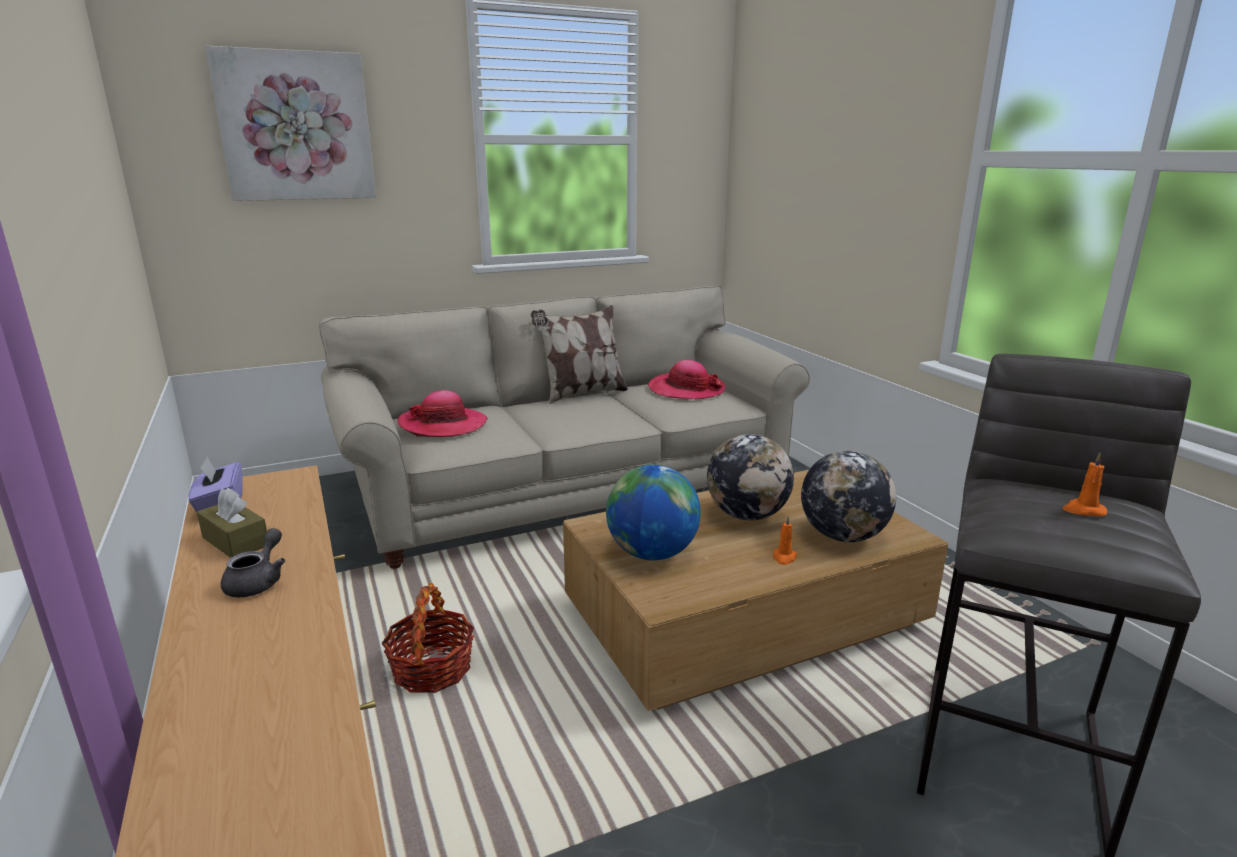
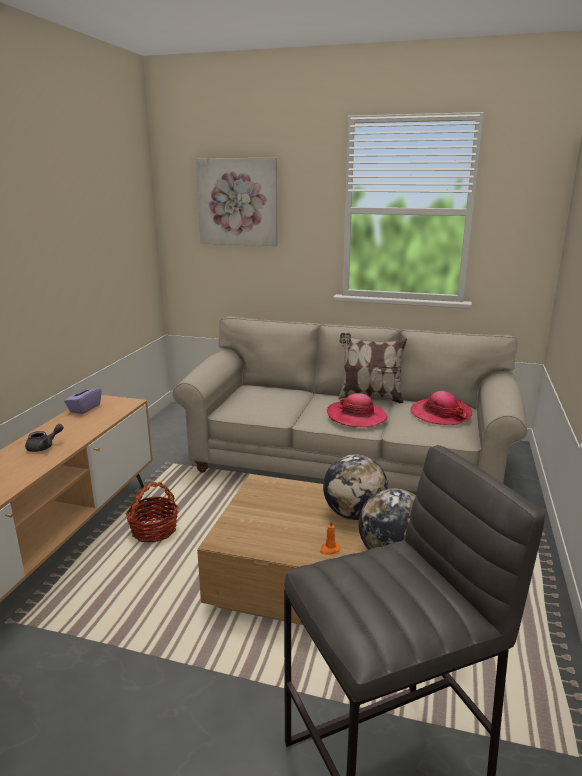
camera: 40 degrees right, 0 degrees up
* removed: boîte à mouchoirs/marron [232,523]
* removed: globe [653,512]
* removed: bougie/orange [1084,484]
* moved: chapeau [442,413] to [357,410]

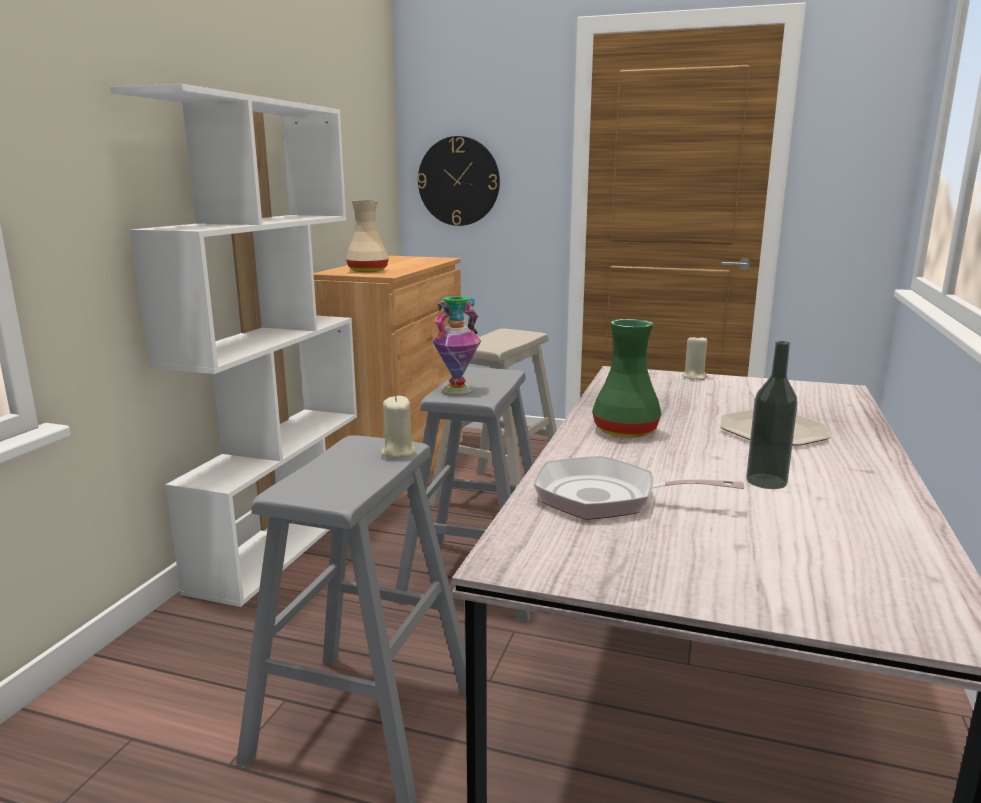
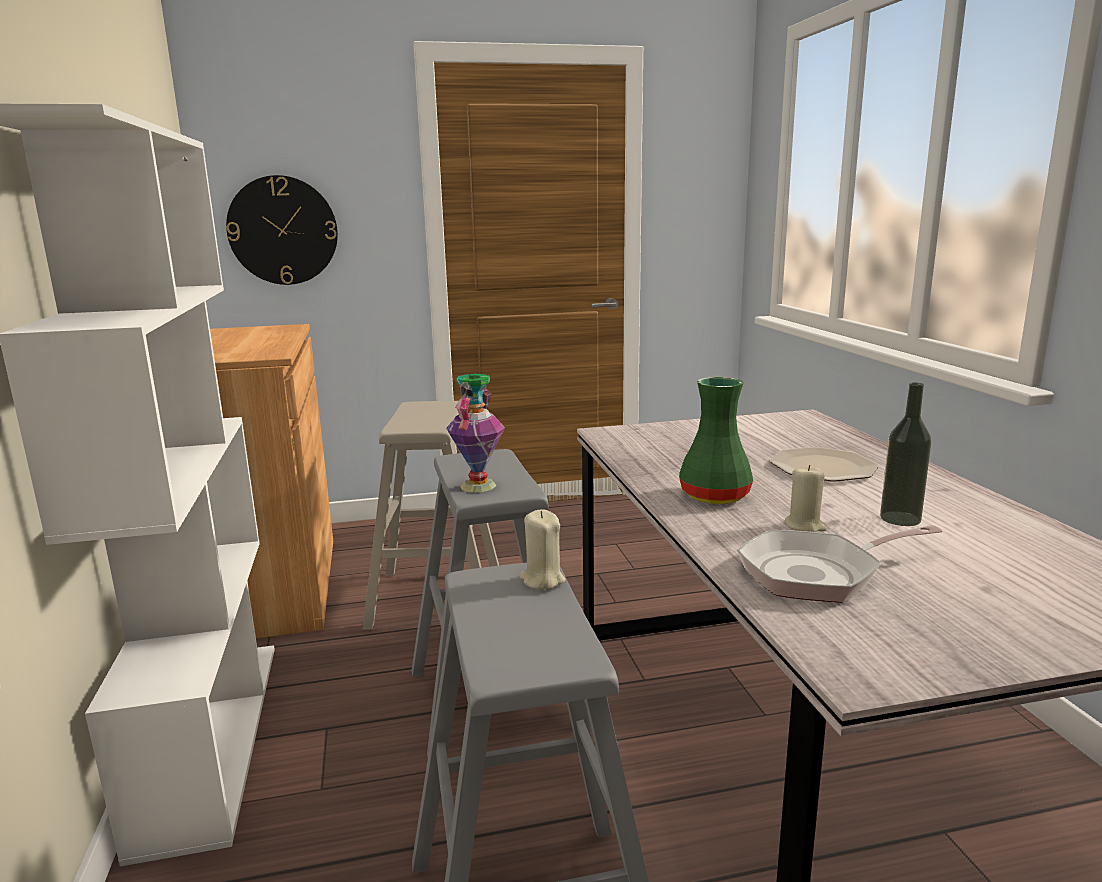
camera: 30 degrees left, 0 degrees up
* removed: vase/beige [367,236]
* moved: bougie/beige [694,357] to [806,498]

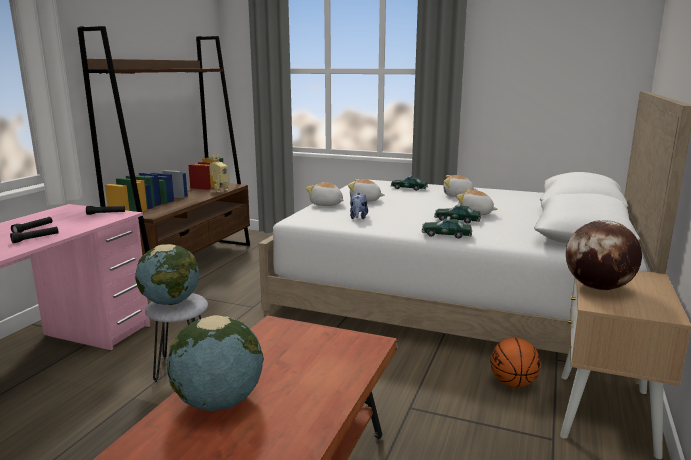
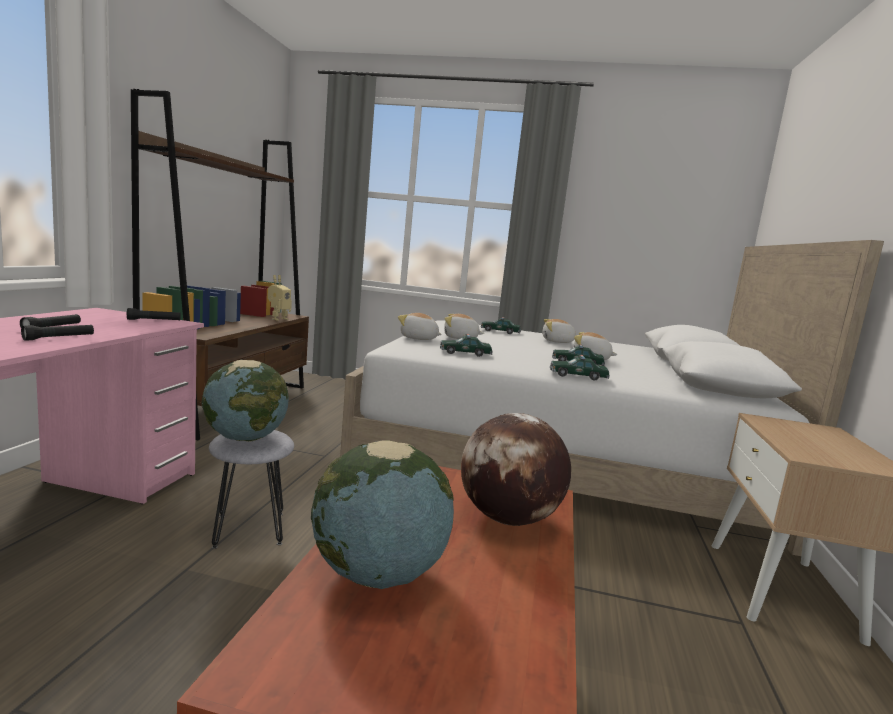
camera: 10 degrees left, 5 degrees down
* removed: ballon de basket [515,362]
* moved: globe [604,255] to [516,469]
* replaced: peluche [359,206] to petite voiture [466,345]

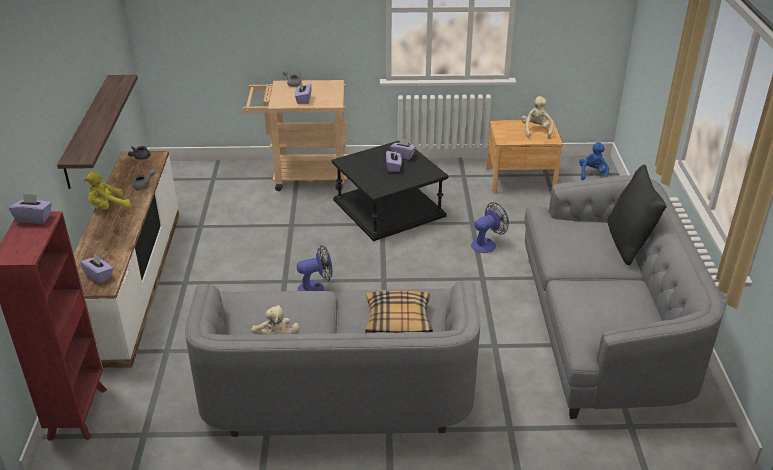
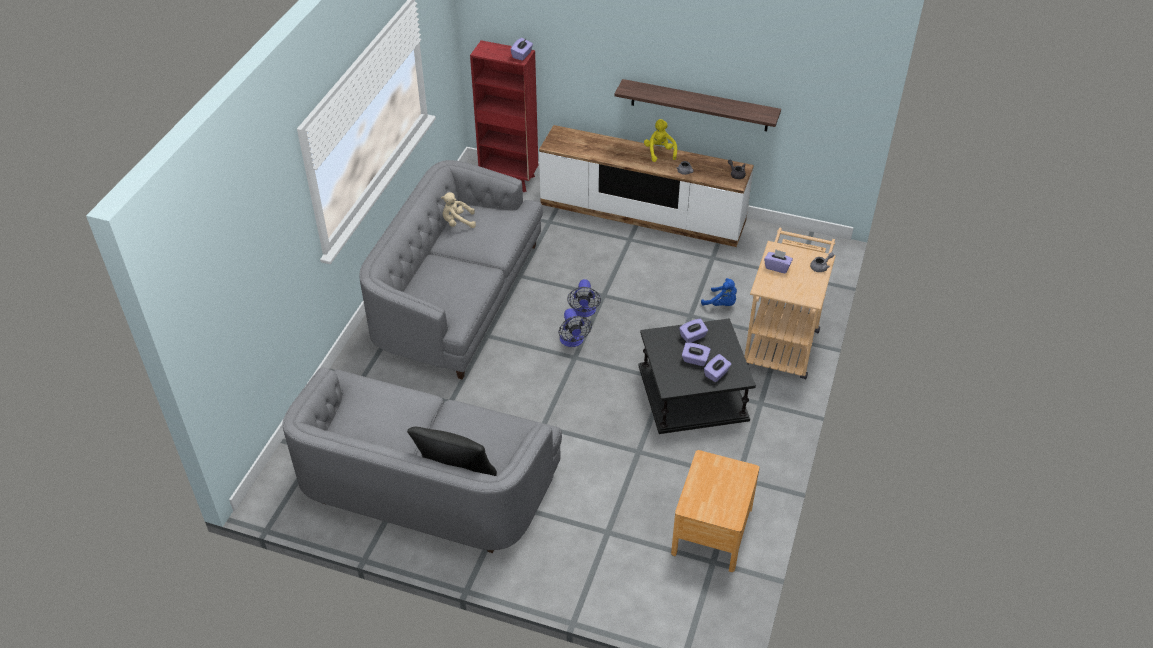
camera: 110 degrees right, 10 degrees up
* removed: coussin [399,312]
* removed: peluche/beige [537,117]
* moved: boîte à mouchoirs/violet [96,269] to [693,331]
* moved: ventilateur [490,227] to [575,327]
* moved: peluche/bleu [594,161] to [719,292]

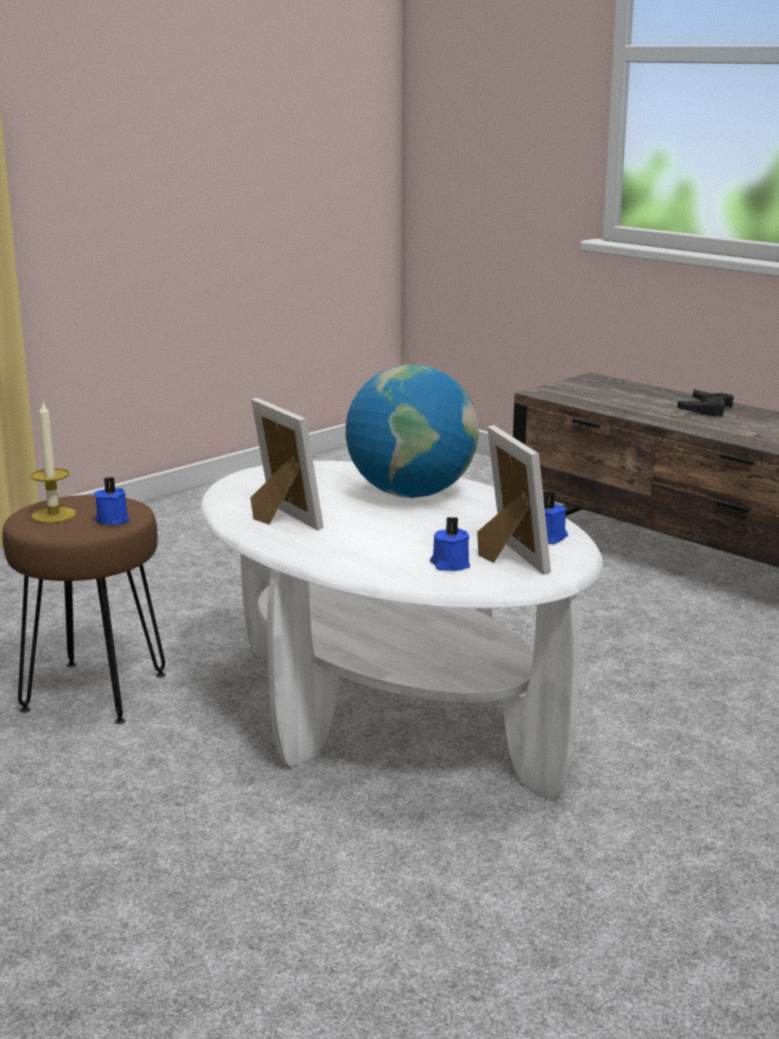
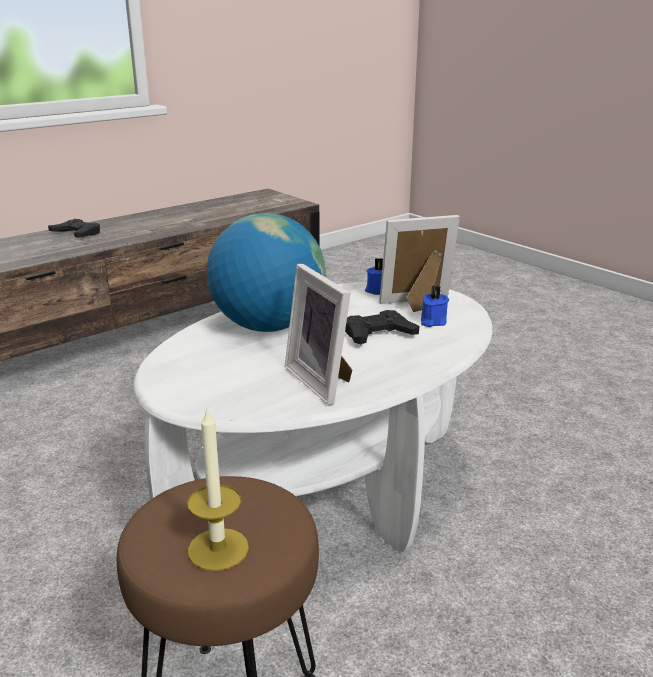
camera: 85 degrees left, 5 degrees up
* removed: bougie/bleu [112,501]
* added: manette/noir [382,327]
* turned: cadre photo [287,464] = [319,334] 90 degrees counterclockwise

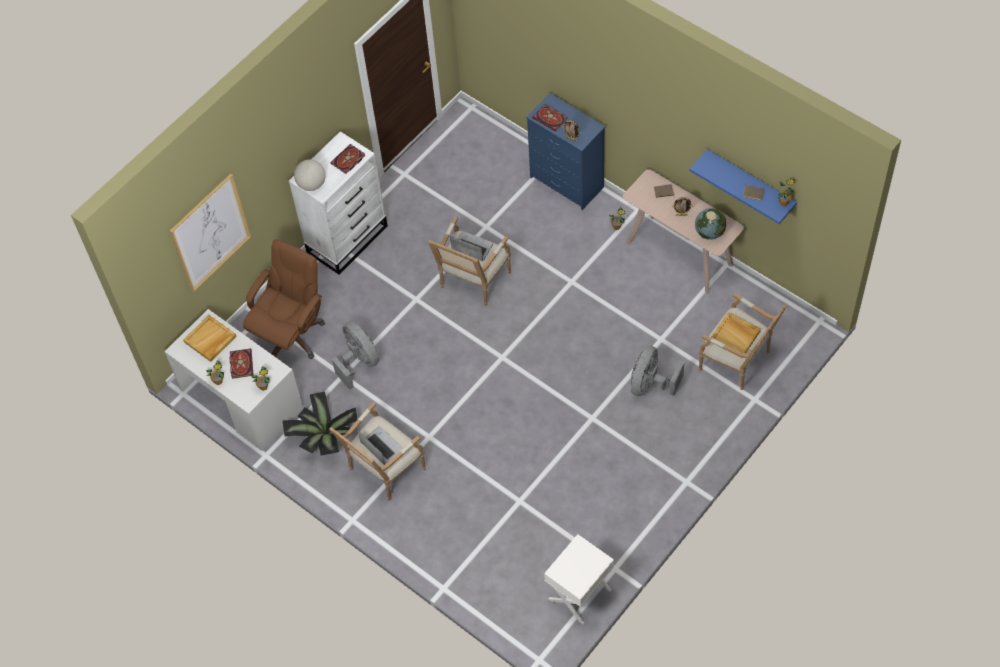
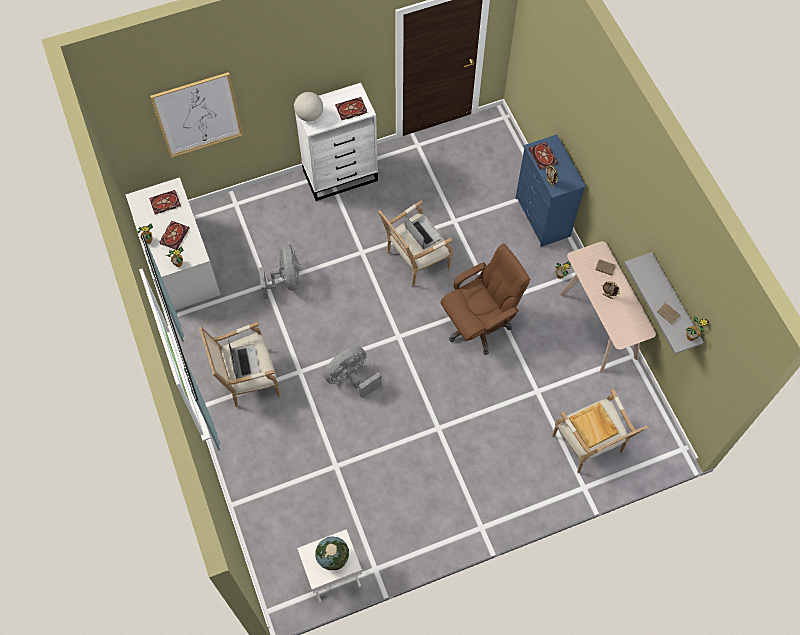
camera: 25 degrees right, 5 degrees up
* removed: plante en pot [319,424]
* moved: chaise de bureau/marron [284,299] to [485,299]
* moved: ventilateur/gris [658,371] to [352,372]
* moved: globe [710,224] to [332,553]
* replaced: plateau/beige [210,338] to livre [165,202]
* recoloured: étagère/bleu [743,186] to étagère/gris [664,303]

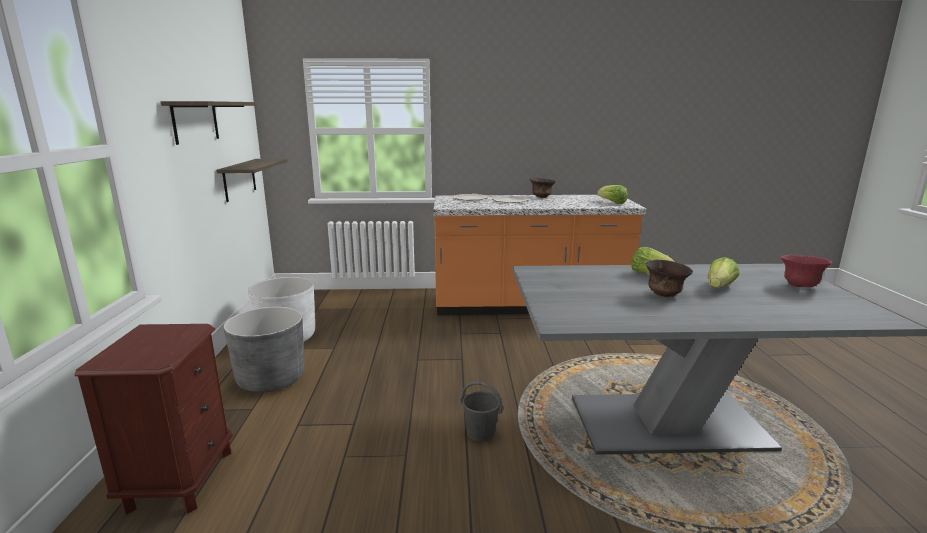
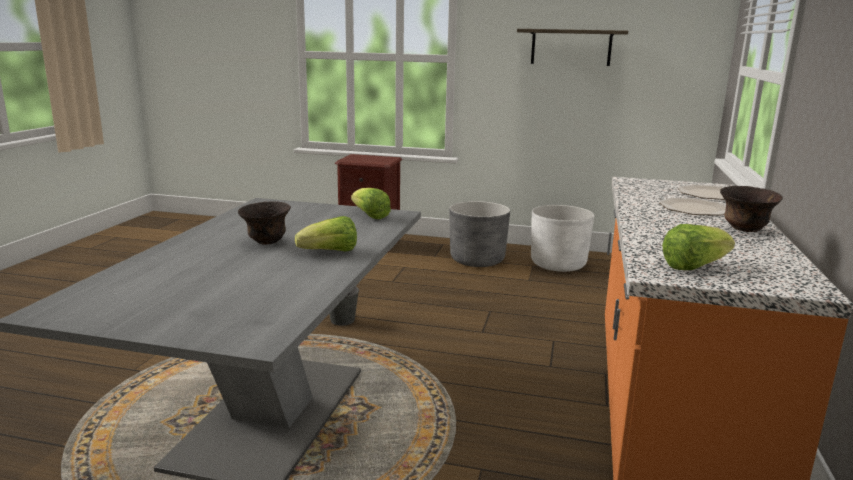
camera: 105 degrees right, 0 degrees up
* removed: étagère [251,180]
* removed: bol/rouge [806,271]
* moved: laitue [723,272] to [371,203]

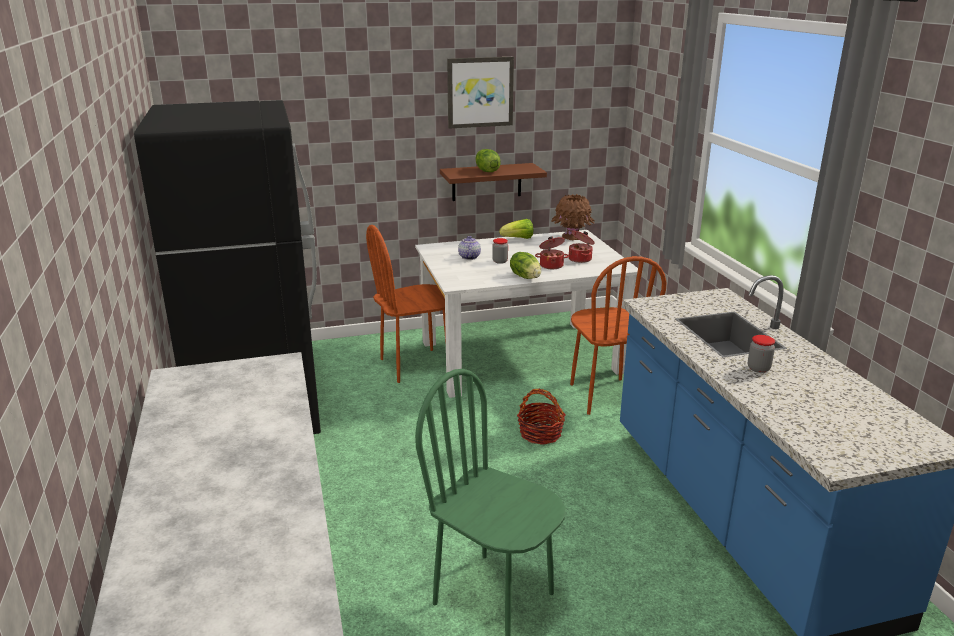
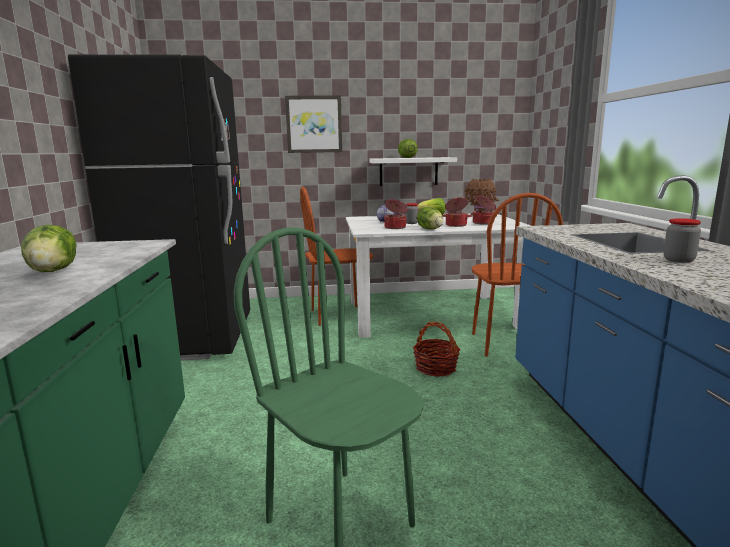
camera: 10 degrees right, 10 degrees down
* added: laitue [49,248]
* added: marmite [396,214]
* moved: tableau [480,93] to [313,124]
* recoloured: étagère/marron [493,182] to étagère/blanc [413,171]

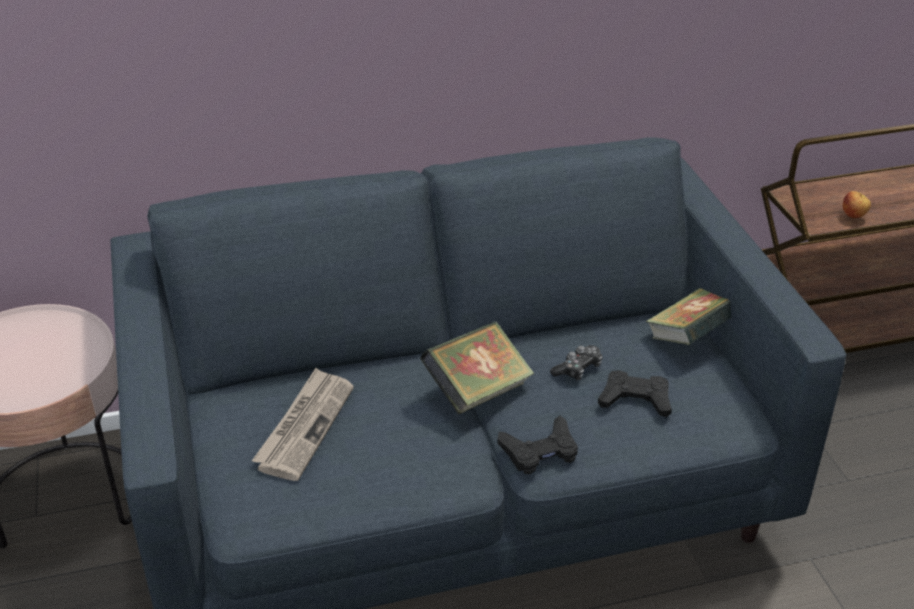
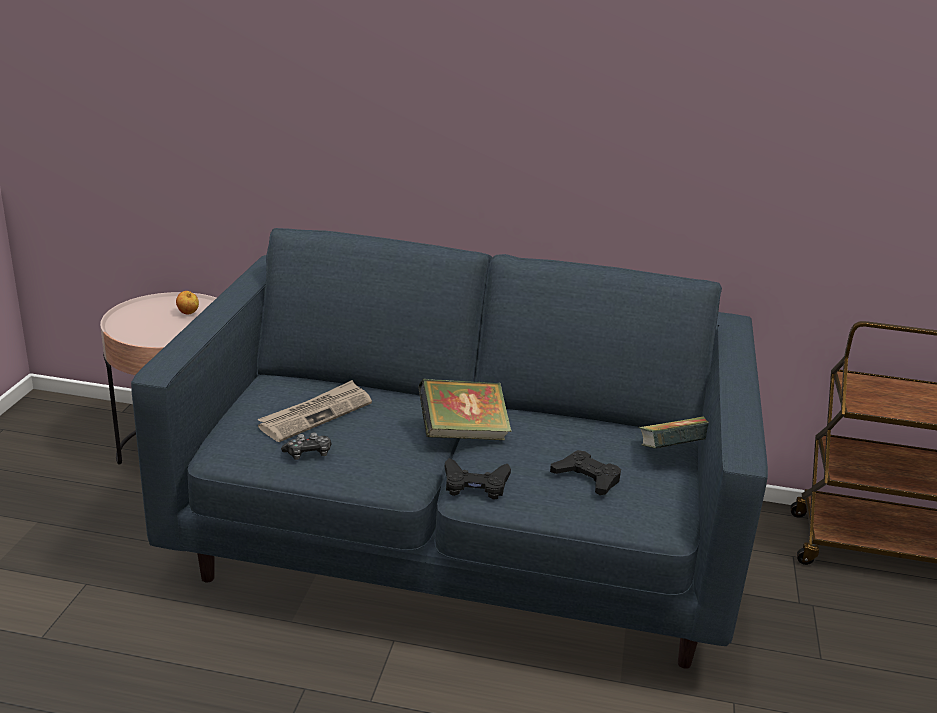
camera: 25 degrees right, 10 degrees down
* moved: manette [576,362] to [306,446]
* moved: pomme [857,204] to [187,302]

